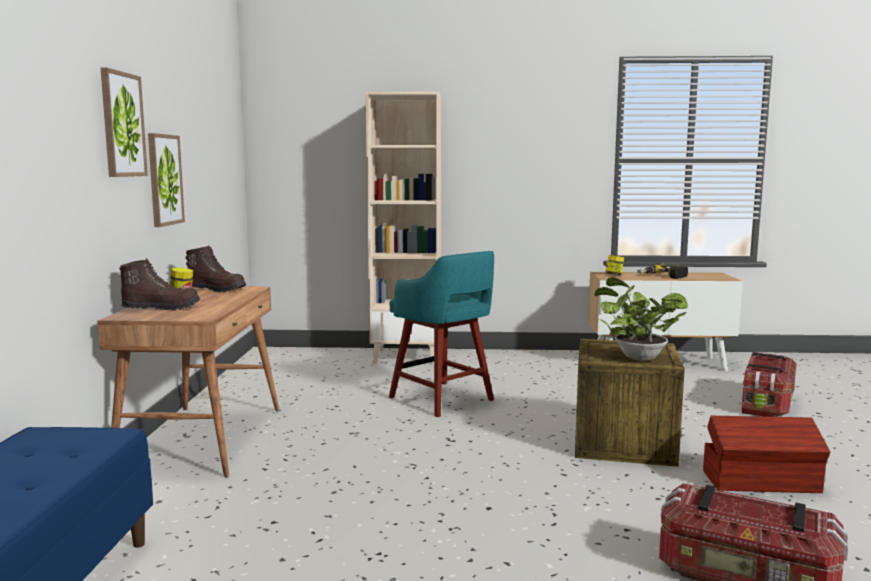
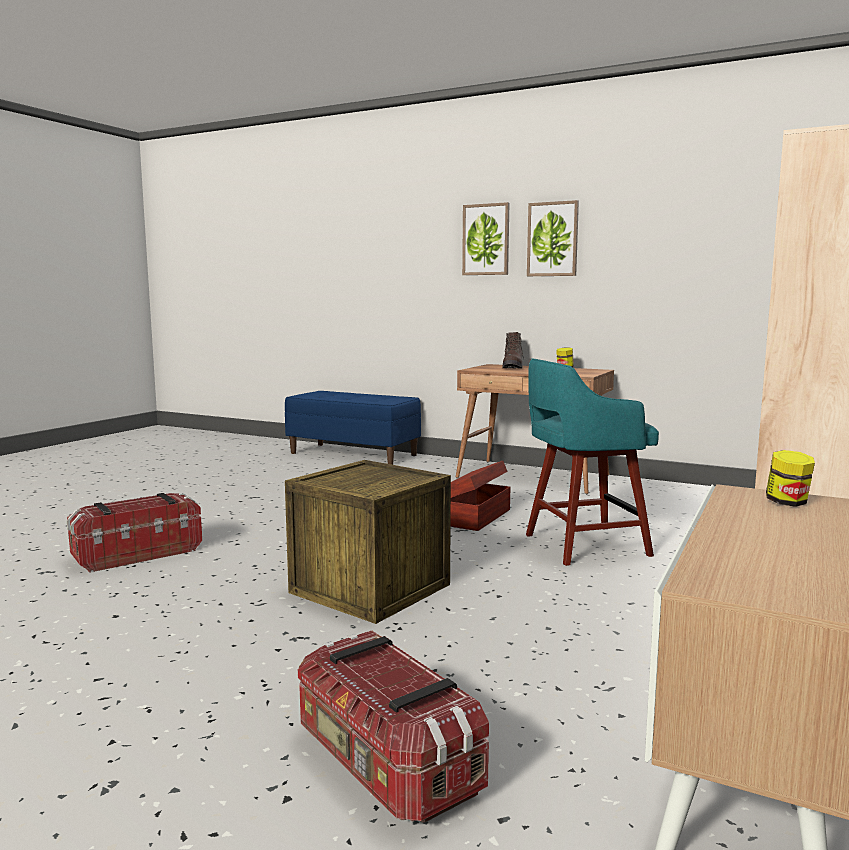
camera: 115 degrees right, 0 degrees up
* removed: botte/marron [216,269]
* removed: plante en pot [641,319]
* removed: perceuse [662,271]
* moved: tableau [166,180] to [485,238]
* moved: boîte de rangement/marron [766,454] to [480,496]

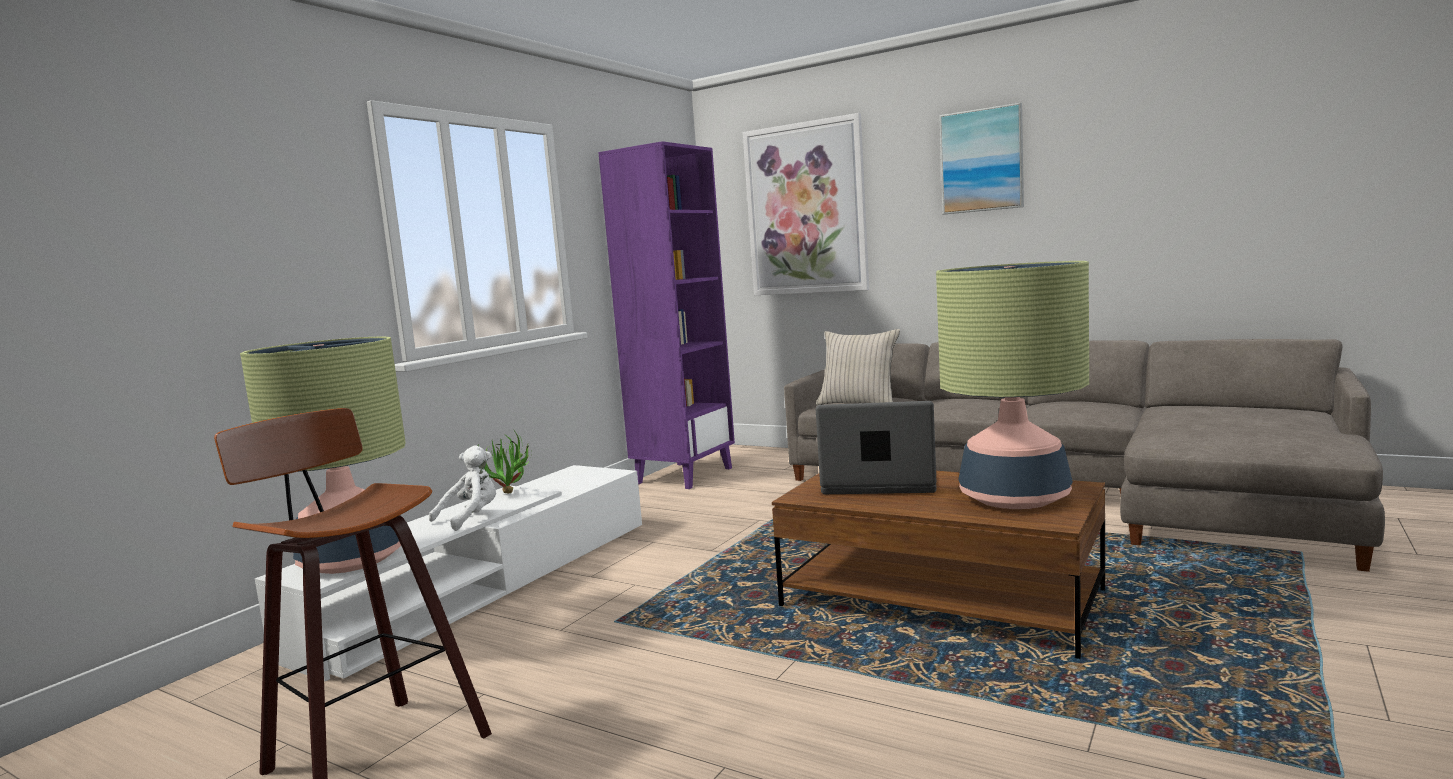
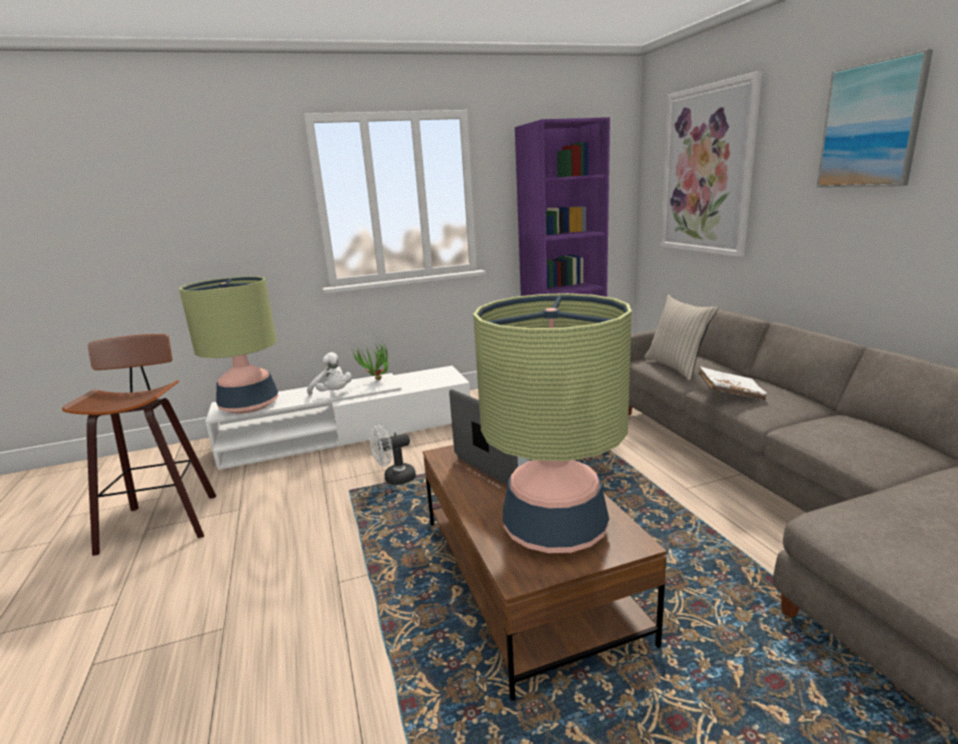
camera: 40 degrees right, 10 degrees up
* added: ventilateur/blanc [393,455]
* added: livre/blanc [732,383]
* turned: peluche/blanc [462,488] = [329,373] 45 degrees clockwise

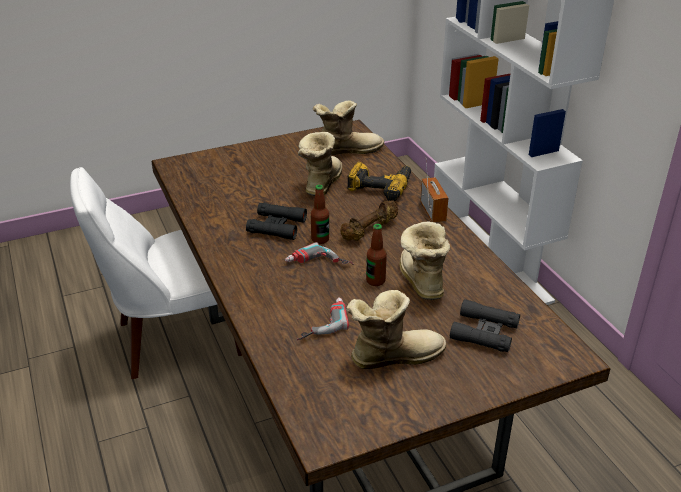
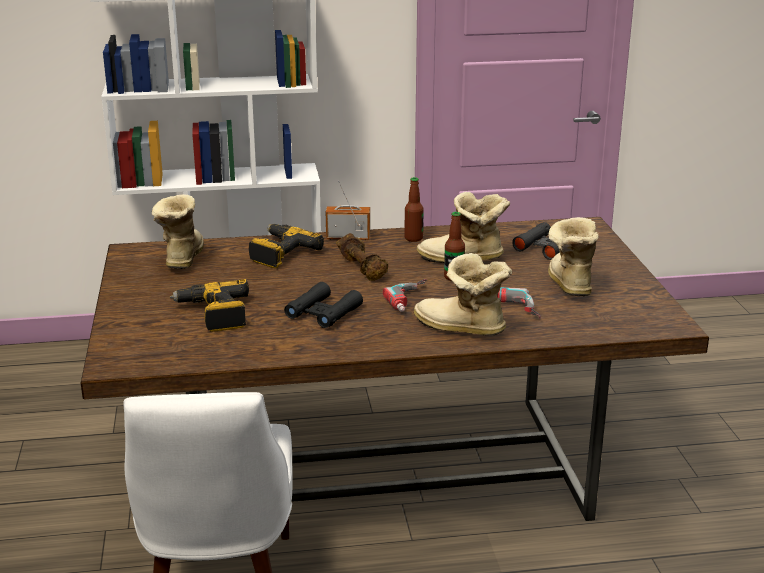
camera: 75 degrees left, 10 degrees down
* added: perceuse [209,305]
* moved: botte [320,164] to [463,294]
* moved: bouteille [320,214] to [414,209]

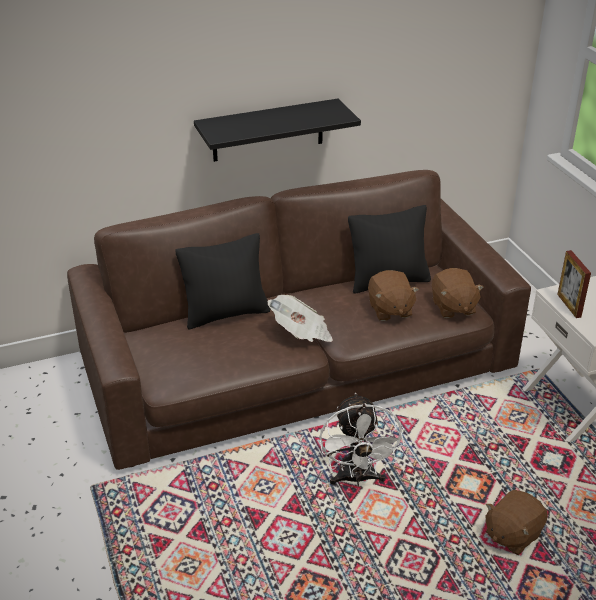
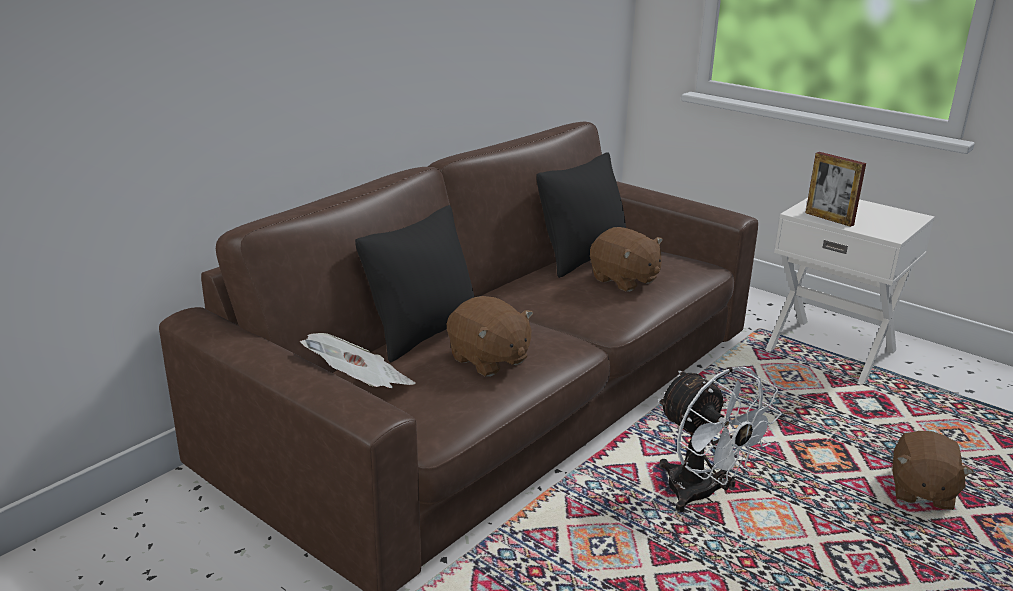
camera: 30 degrees left, 10 degrees down
* removed: étagère/noir [277,130]
* moved: journal [300,318] to [358,360]
* moved: peluche/marron [458,293] to [490,336]

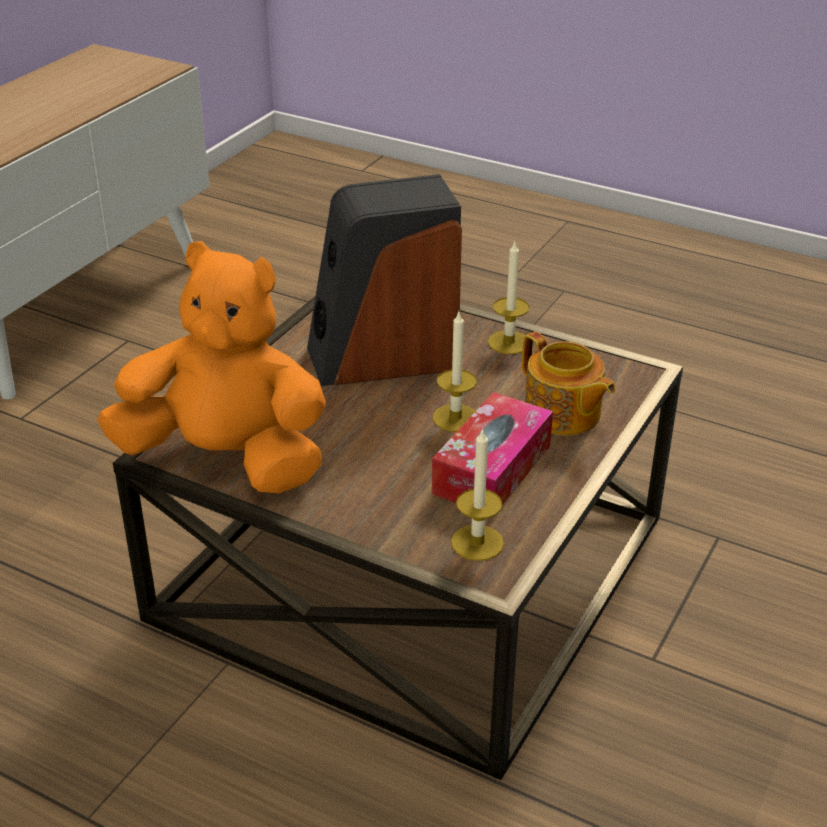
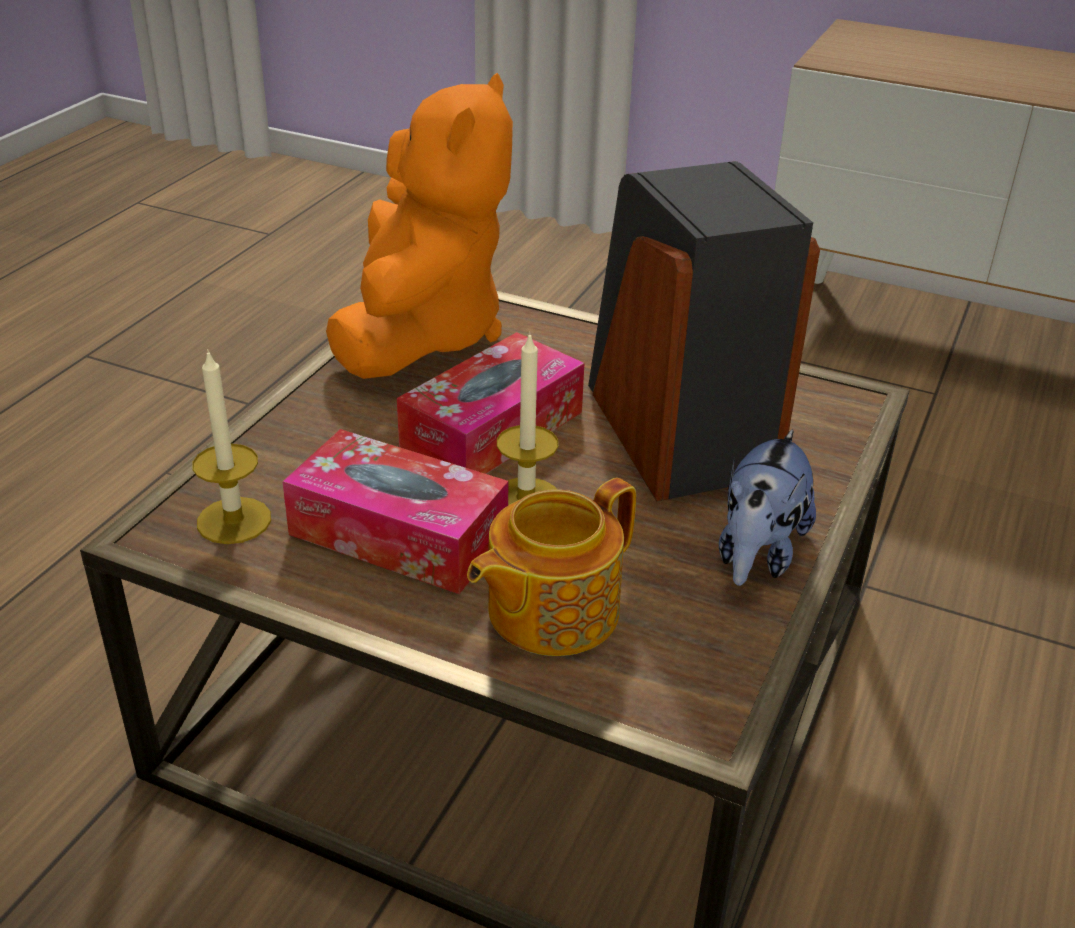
camera: 85 degrees right, 0 degrees up
* added: boîte à mouchoirs [491,403]
* replaced: bougie [509,298] to peluche [767,507]

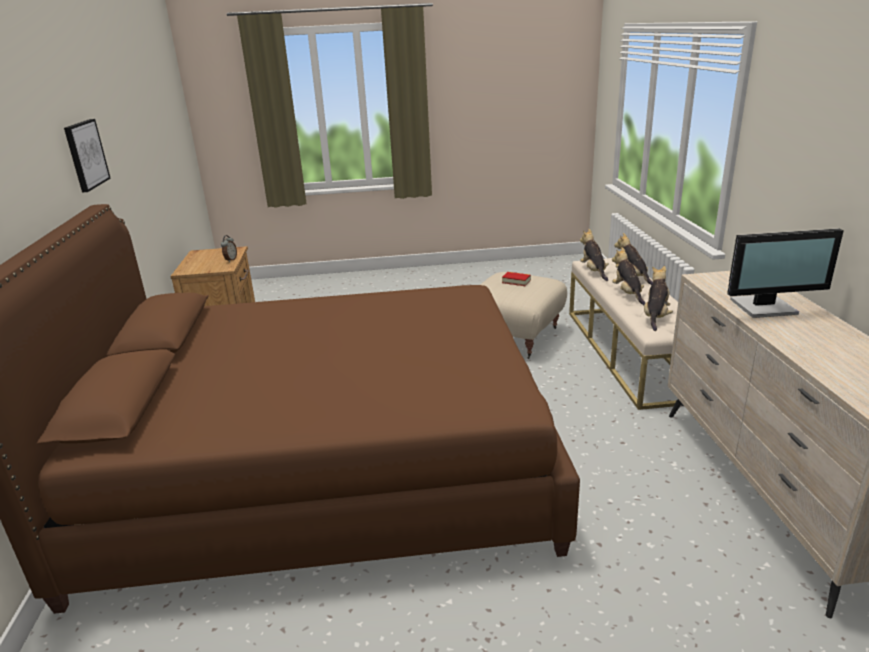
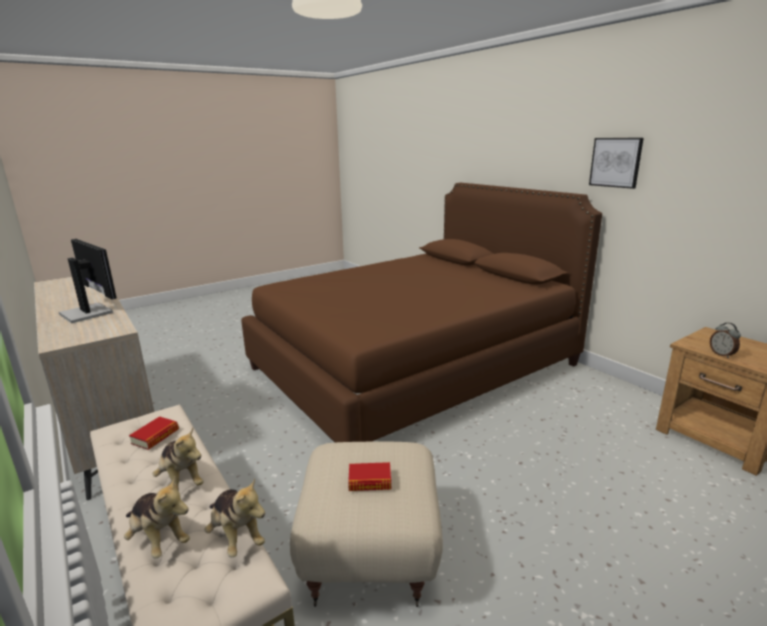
camera: 150 degrees right, 5 degrees down
* replaced: peluche [658,298] to livre [154,433]
* turned: écran d'ordinateur [785,273] = [88,281] 75 degrees clockwise

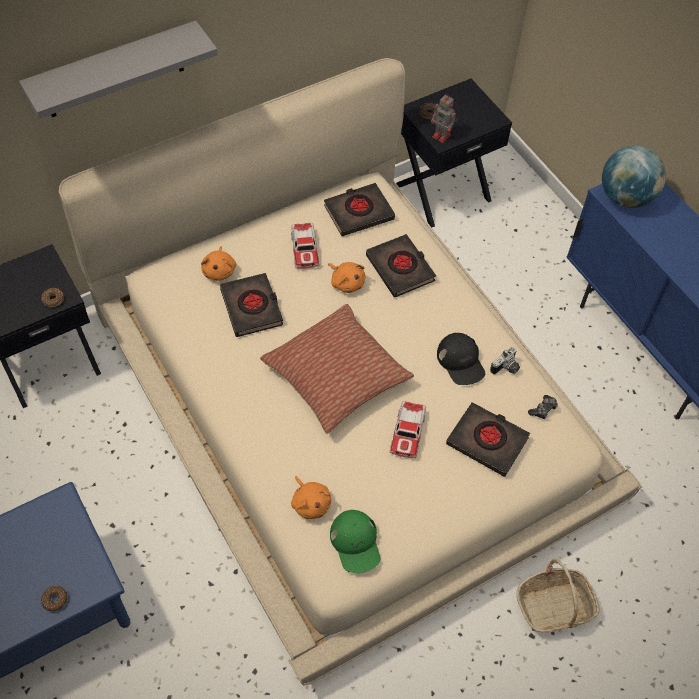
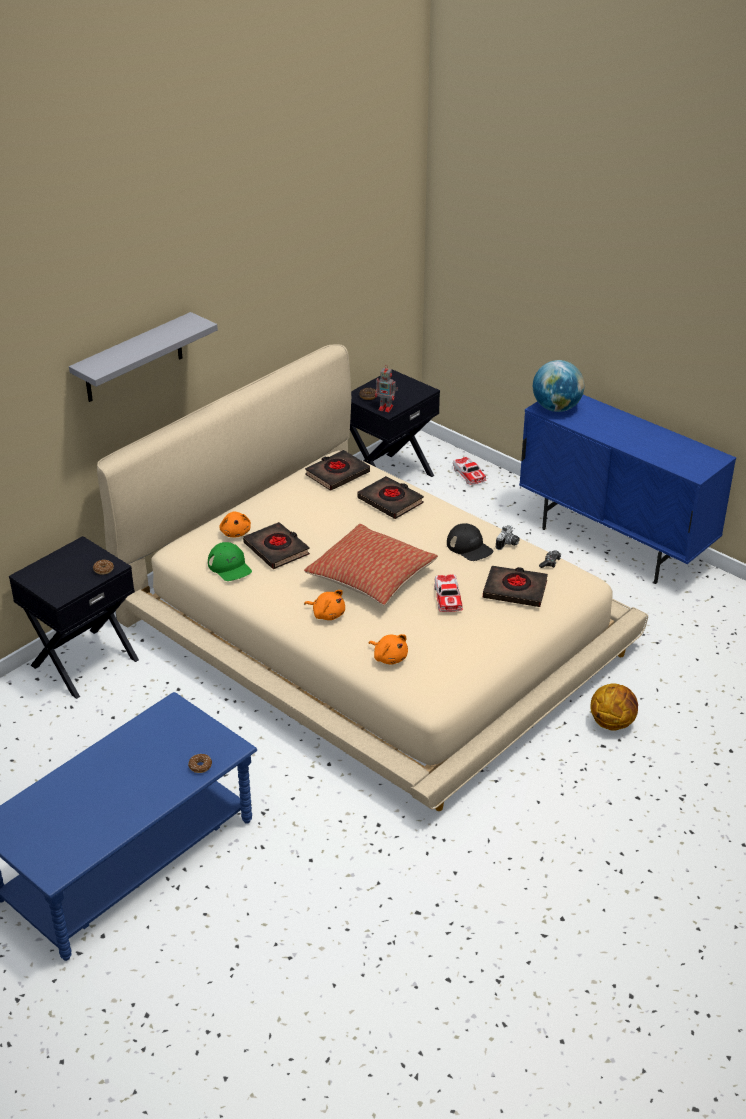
camera: 15 degrees left, 20 degrees down
* moved: petite voiture [305,246] to [469,471]
* moved: peluche/orange [346,277] to [324,605]
* moved: casquette/vert [355,541] to [230,561]
* replaced: panier [558,596] to ballon de basket [614,707]

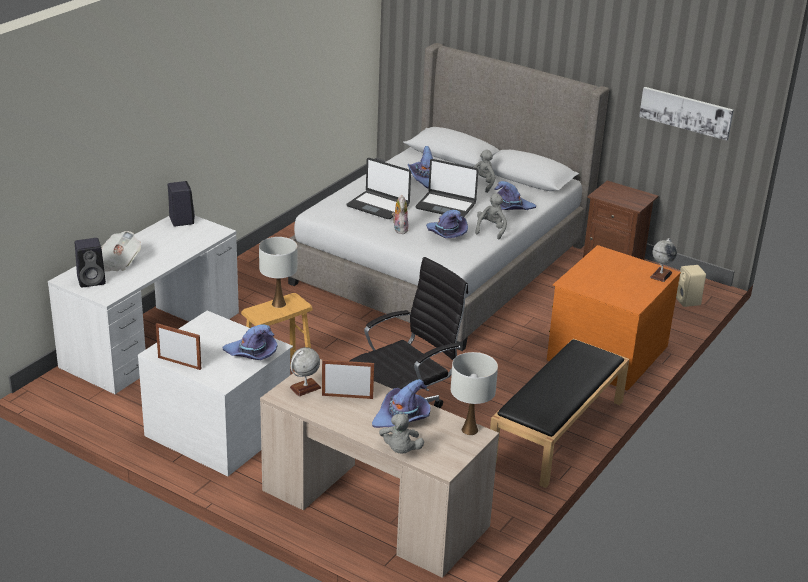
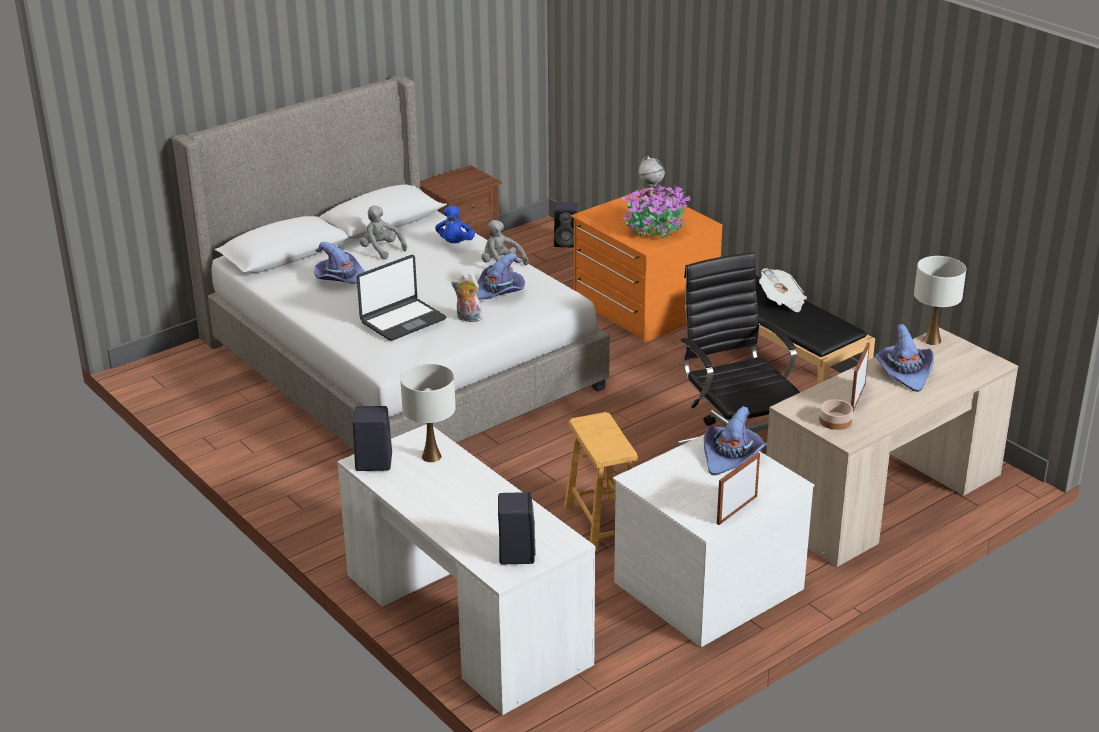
camera: 70 degrees left, 0 degrees up
* removed: peluche/gris [401,433]
* removed: ordinateur portable [447,188]
* removed: tableau [686,113]
* added: plante en pot [656,209]
* moved: journal [121,251] to [783,290]
* moved: lampe de table/blanc [278,272] to [428,413]
* replaced: globe [305,371] to bol [836,414]
* replaced: chapeau/violet [515,195] to peluche/bleu [455,224]
* recoloured: enceinte/beige [691,286] to enceinte/noir [566,225]

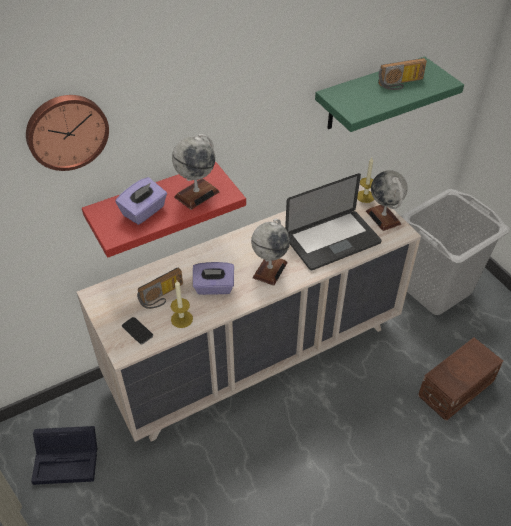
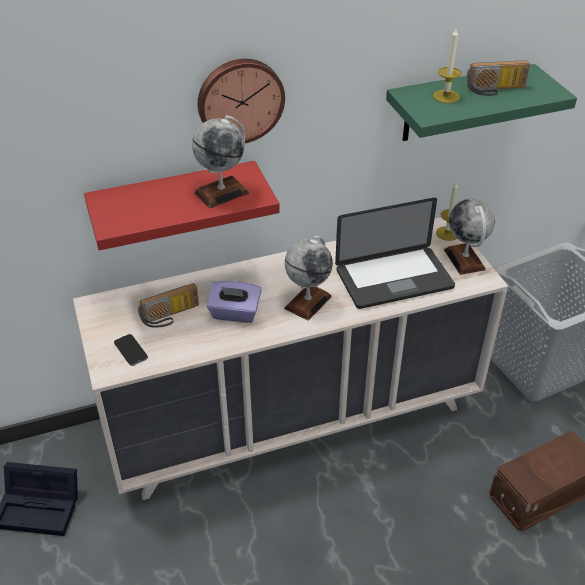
camera: 10 degrees right, 5 degrees down
* removed: boîte à mouchoirs/violet [141,201]
* moved: horloge murale [67,133] to [241,101]
* moved: bougie [182,304] to [447,66]

